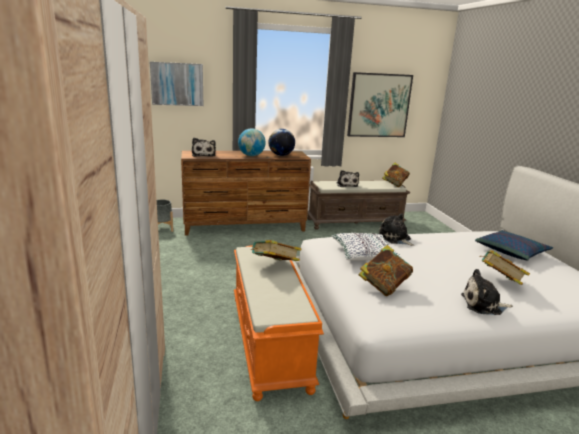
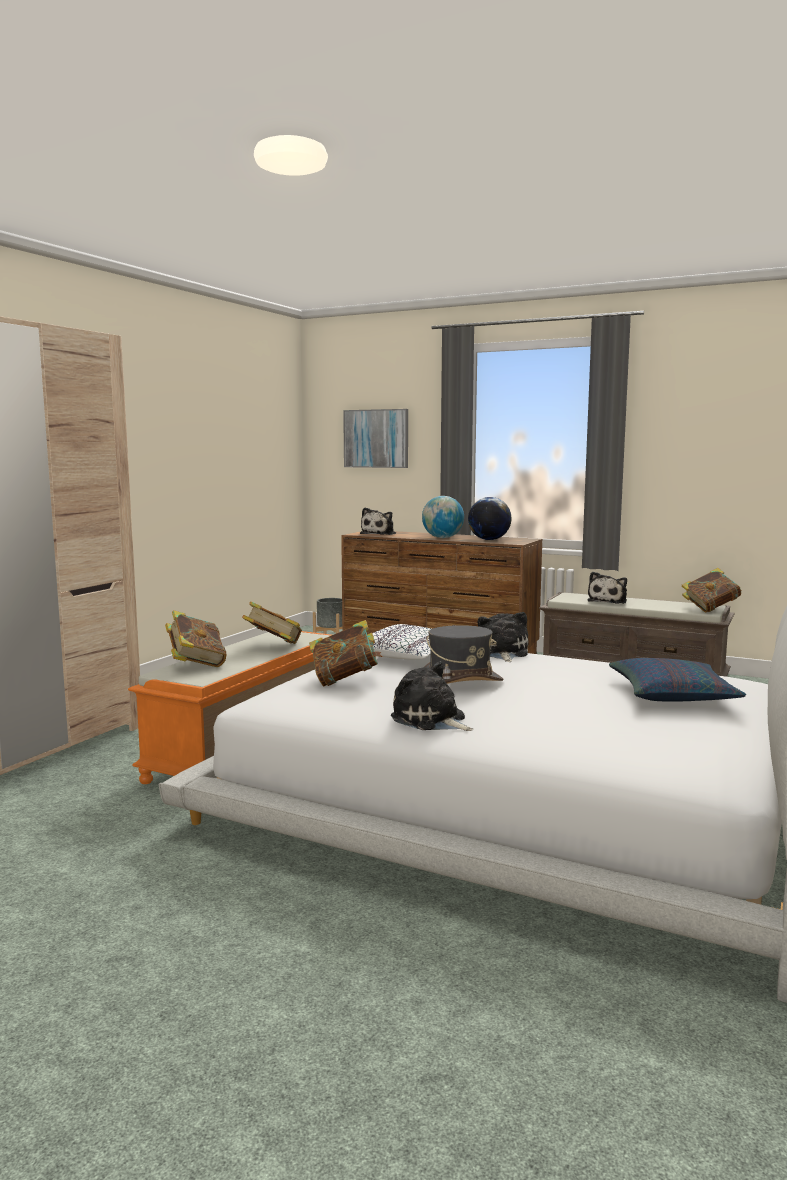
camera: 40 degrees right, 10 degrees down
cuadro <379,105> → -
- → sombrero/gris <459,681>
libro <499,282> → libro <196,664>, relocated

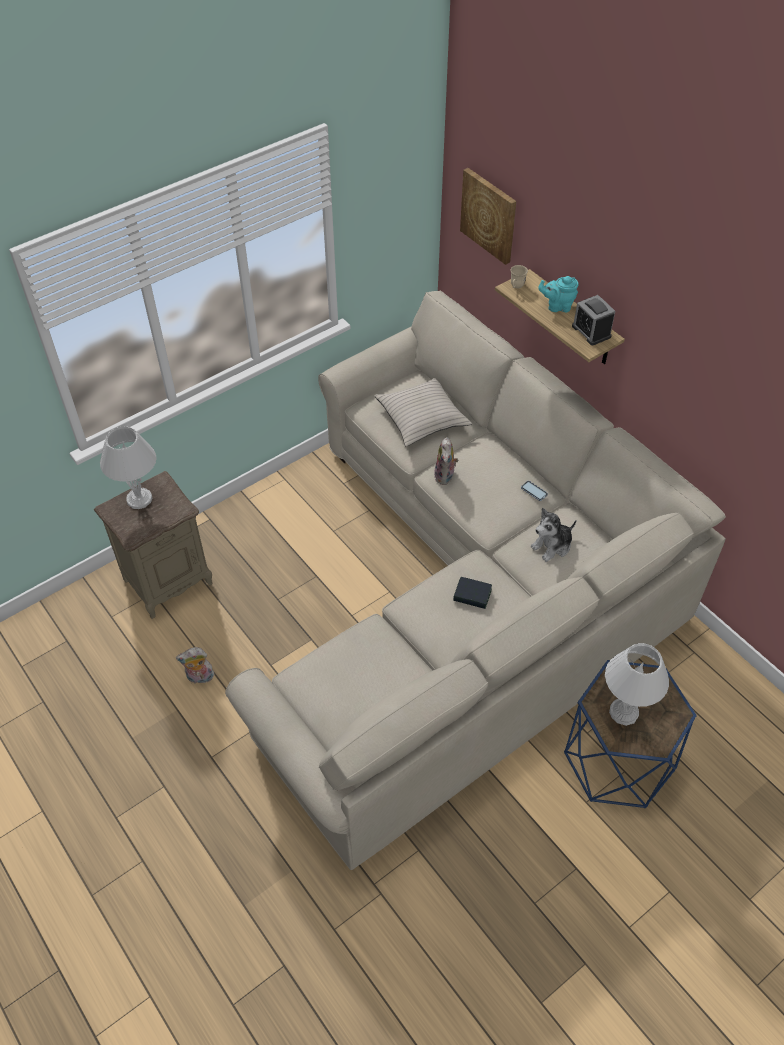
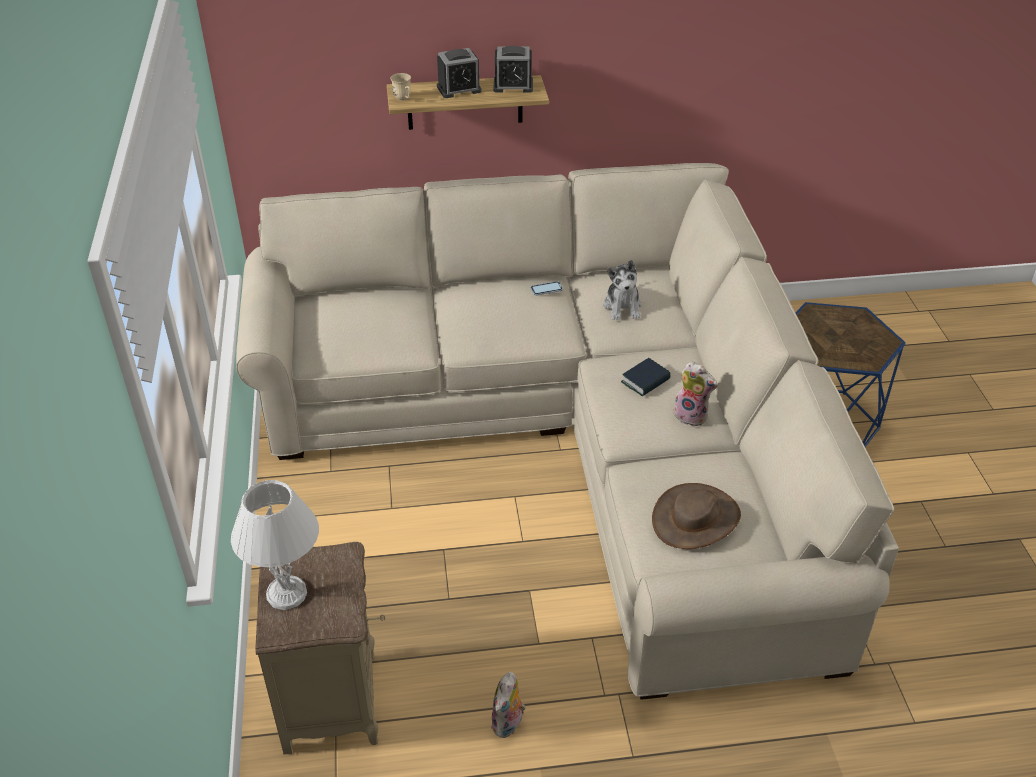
camera: 60 degrees left, 10 degrees down
cojín/beis <422,417> → -
cuadro <489,215> → -
lámpara de mesa/blanco <624,711> → -
- → sombrero/marrón <696,519>
peluche <445,476> → peluche <692,415>, relocated
tetera/turquesa <557,306> → despertador <459,89>

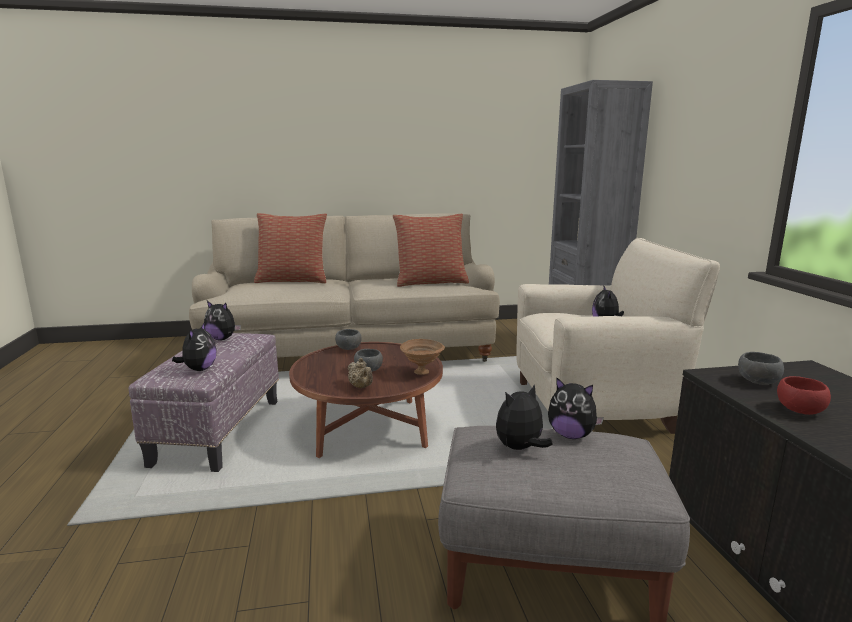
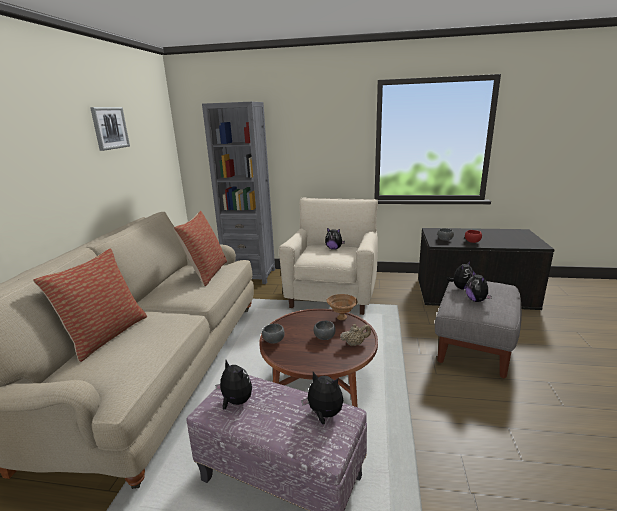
camera: 70 degrees left, 5 degrees up
- → cuadro <110,128>
peluche <222,339> → peluche <235,402>, 90 degrees counterclockwise

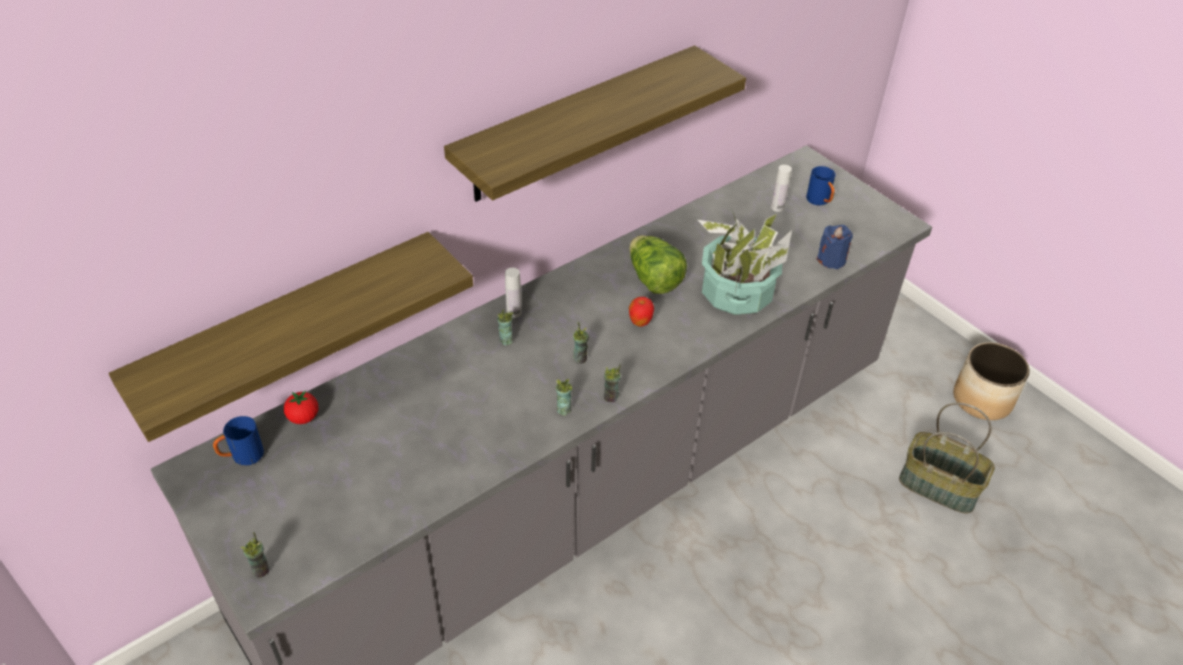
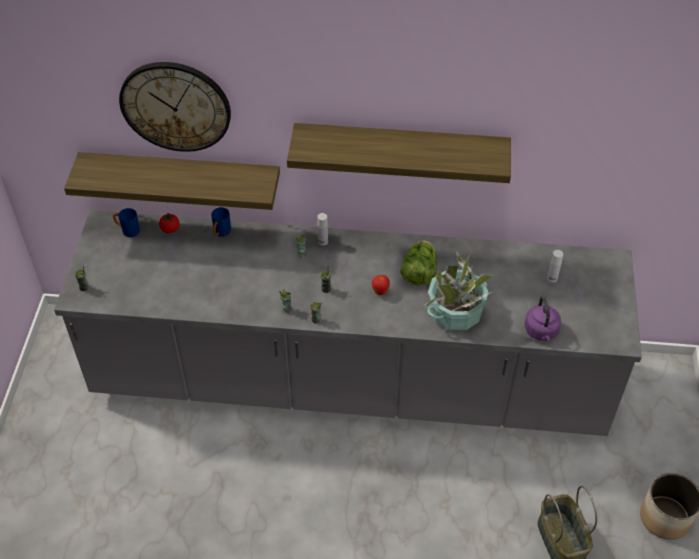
camera: 45 degrees right, 5 degrees up
- → reloj de pared <175,106>
taza grande/azul <820,201> → taza grande/azul <221,233>, relocated
vela/azul <831,259> → hervidor/morado <541,332>

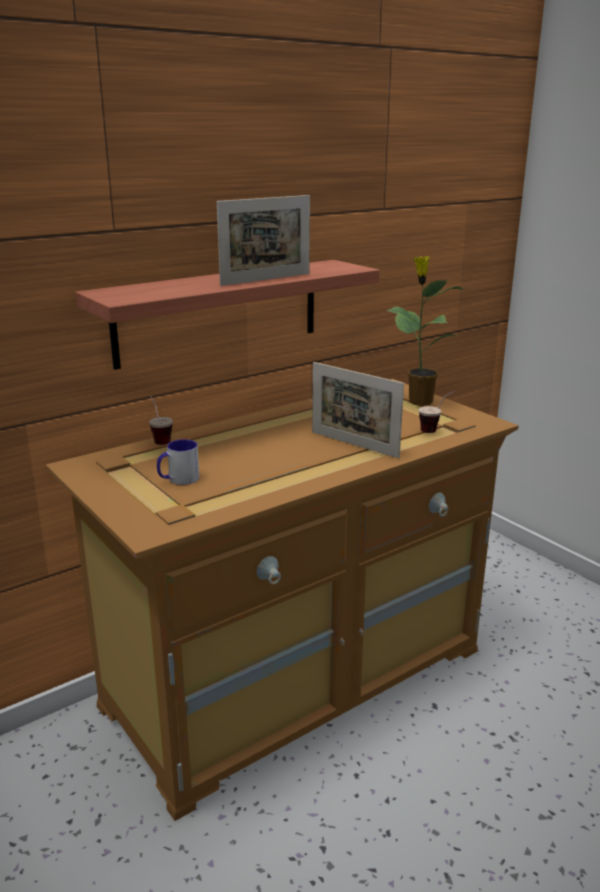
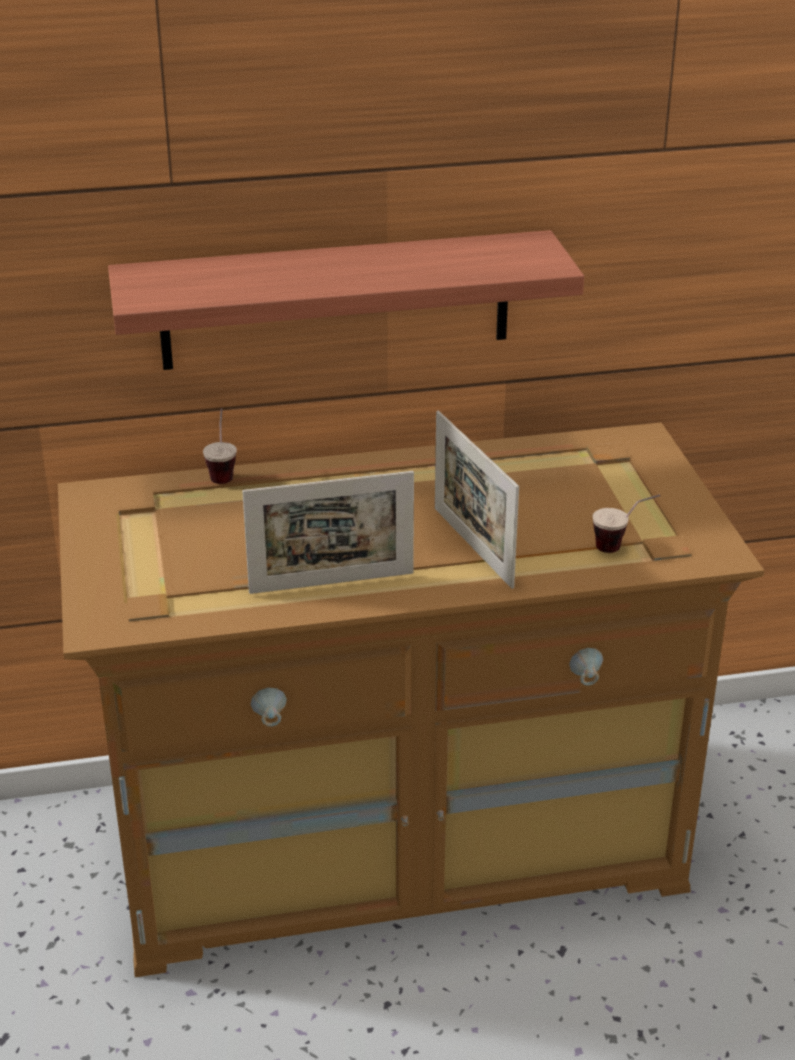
camera: 25 degrees right, 10 degrees up
taza grande <178,479> → -
planta en maceta <418,401> → -
portarretratos <266,279> → portarretratos <331,583>, relocated

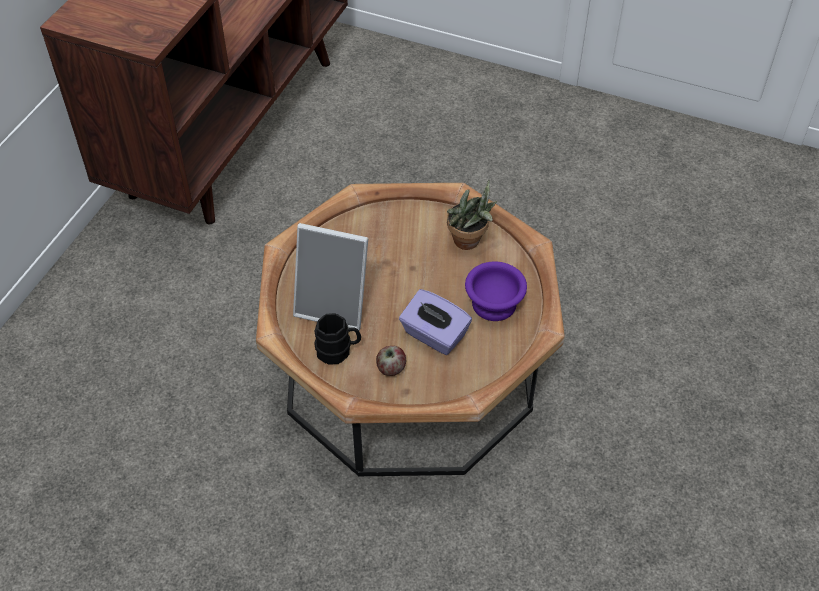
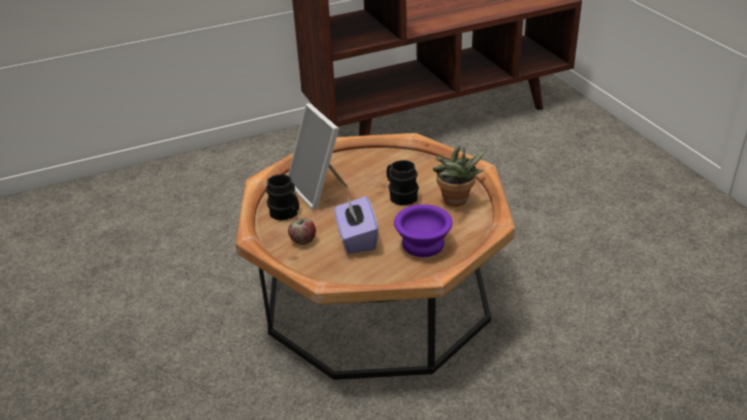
camera: 45 degrees right, 15 degrees down
- → taza grande/negro <400,195>

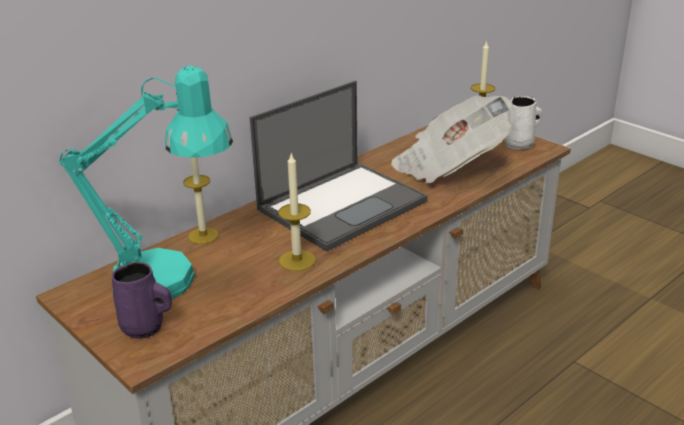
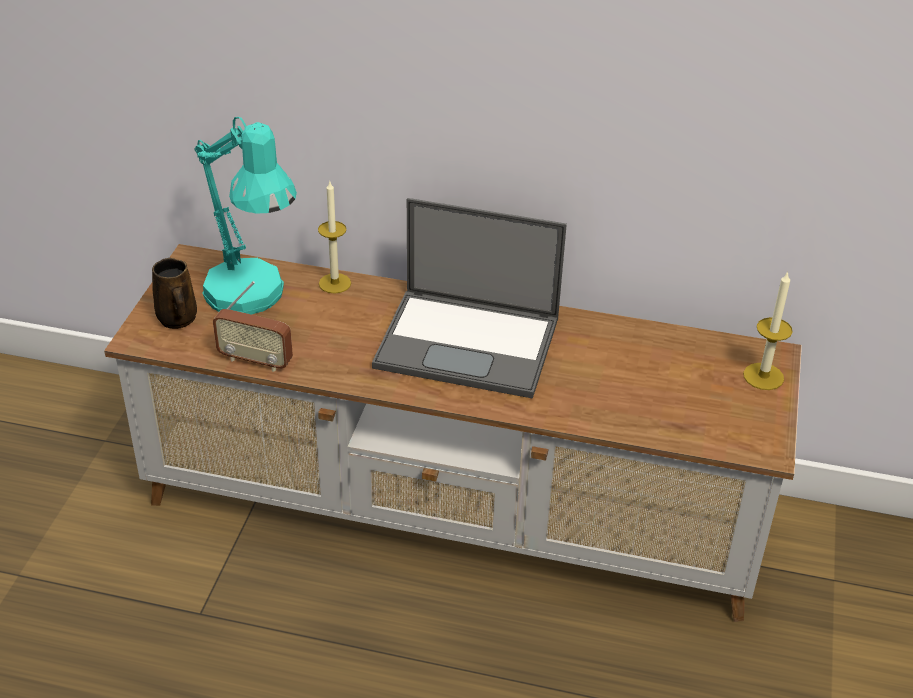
camera: 55 degrees right, 10 degrees up
vela <297,260> → -
periódico <449,166> → -
taza grande/blanco <520,144> → -
- → radio <255,360>
taza grande/morado <145,328> → taza grande/marrón <177,320>

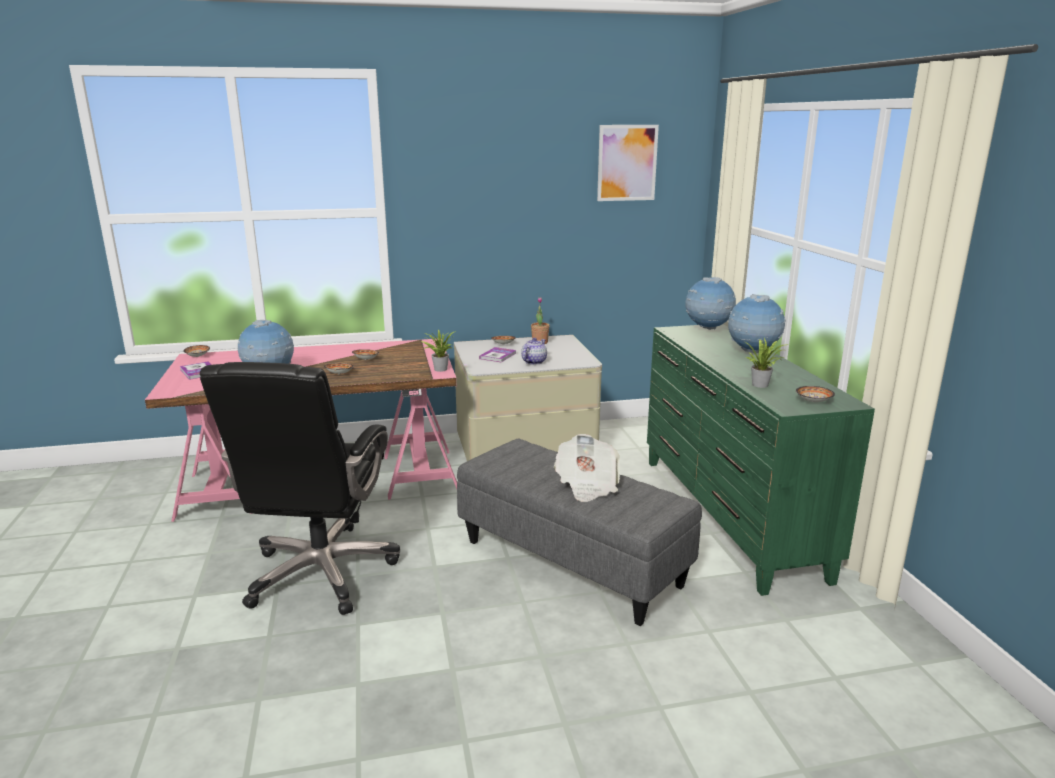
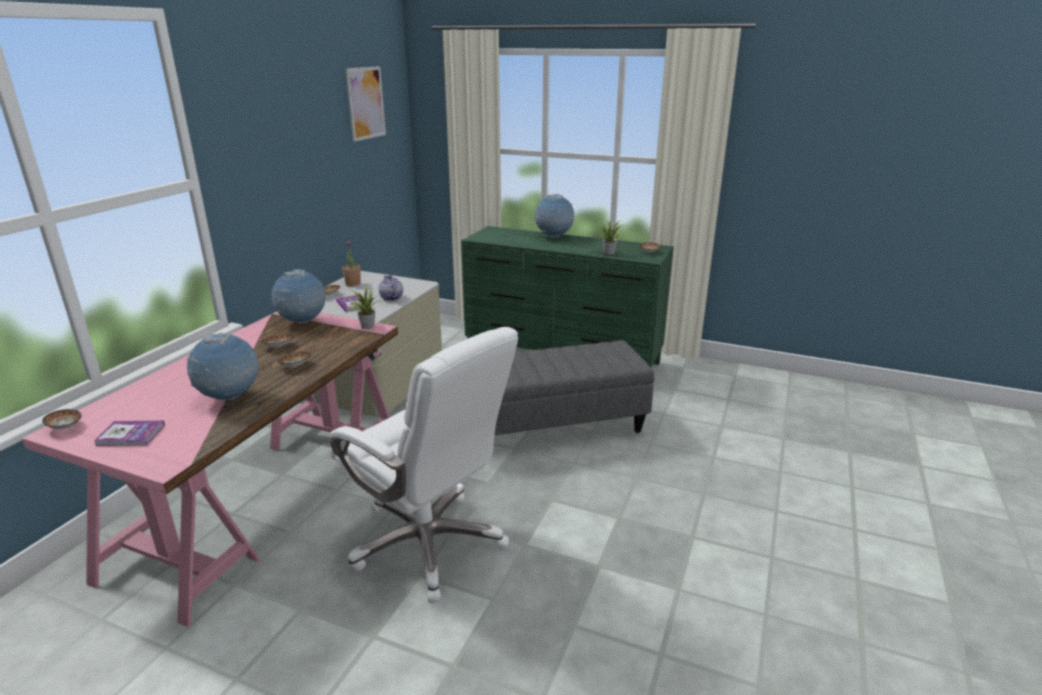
camera: 55 degrees left, 5 degrees up
periódico <587,485> → -
globo terráqueo <708,329> → globo terráqueo <303,323>, relocated
silla de oficina/negro <321,572> → silla de oficina/blanco <428,543>

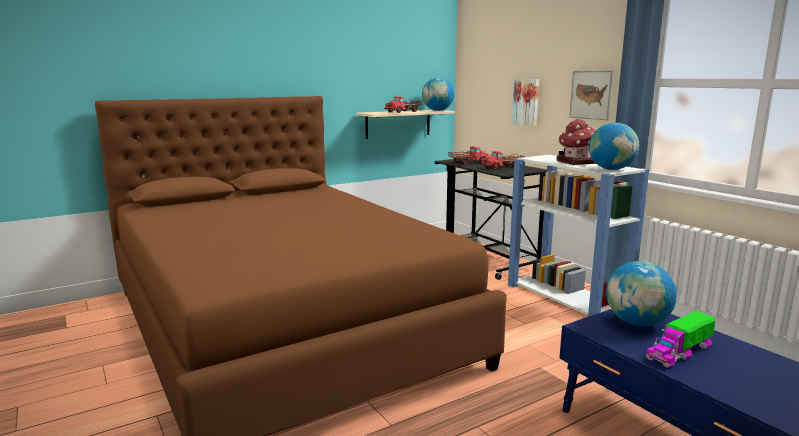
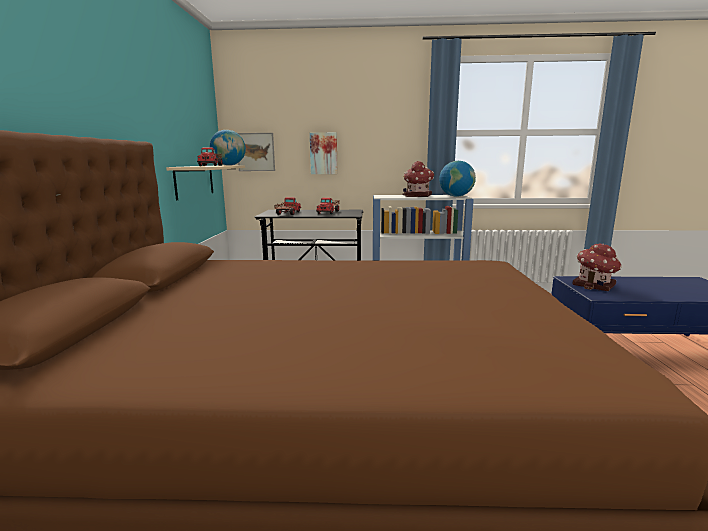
camera: 55 degrees left, 0 degrees up
camión de juguete <680,352> → -
cuadro <591,95> → cuadro <256,152>, relocated
globo terráqueo <637,323> → casita <594,285>

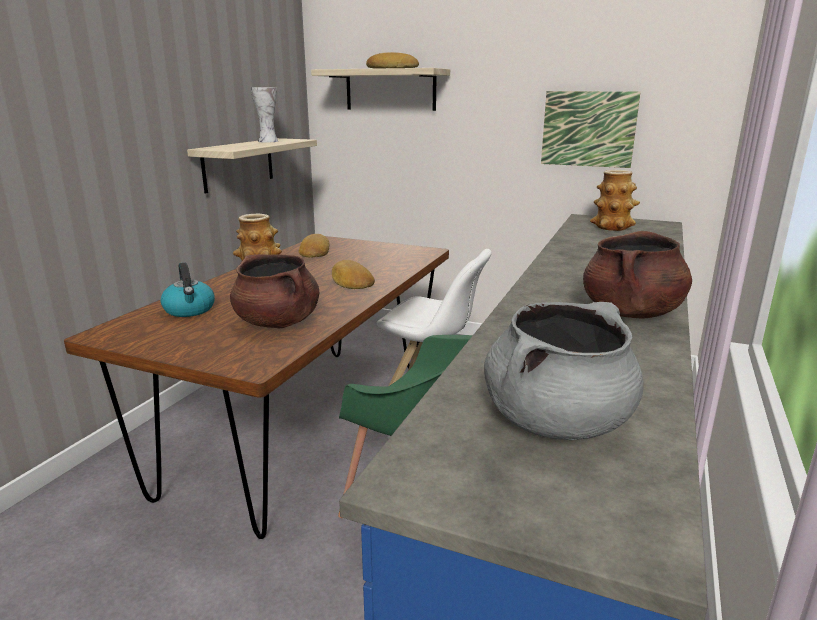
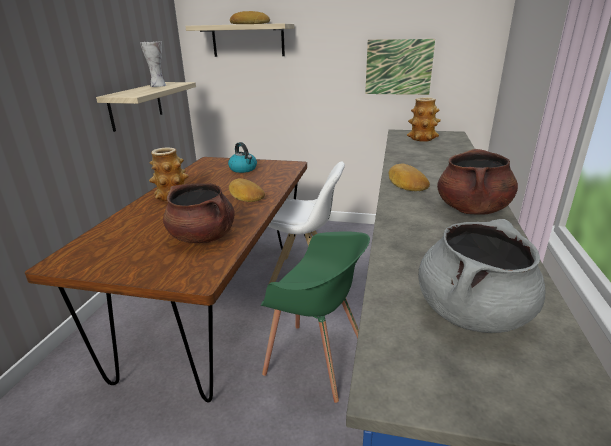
camera: 10 degrees left, 5 degrees up
hervidor <190,310> → hervidor <243,169>, relocated
pan <314,252> → pan <406,183>, relocated

